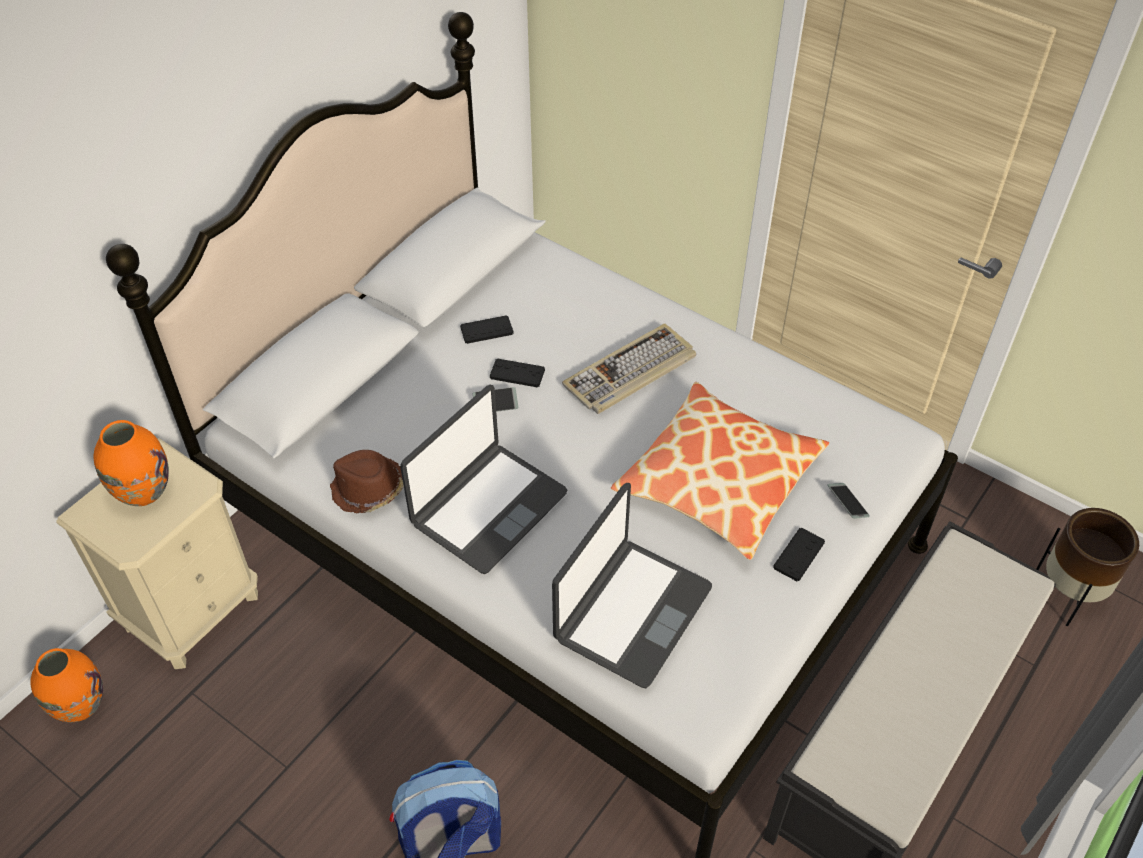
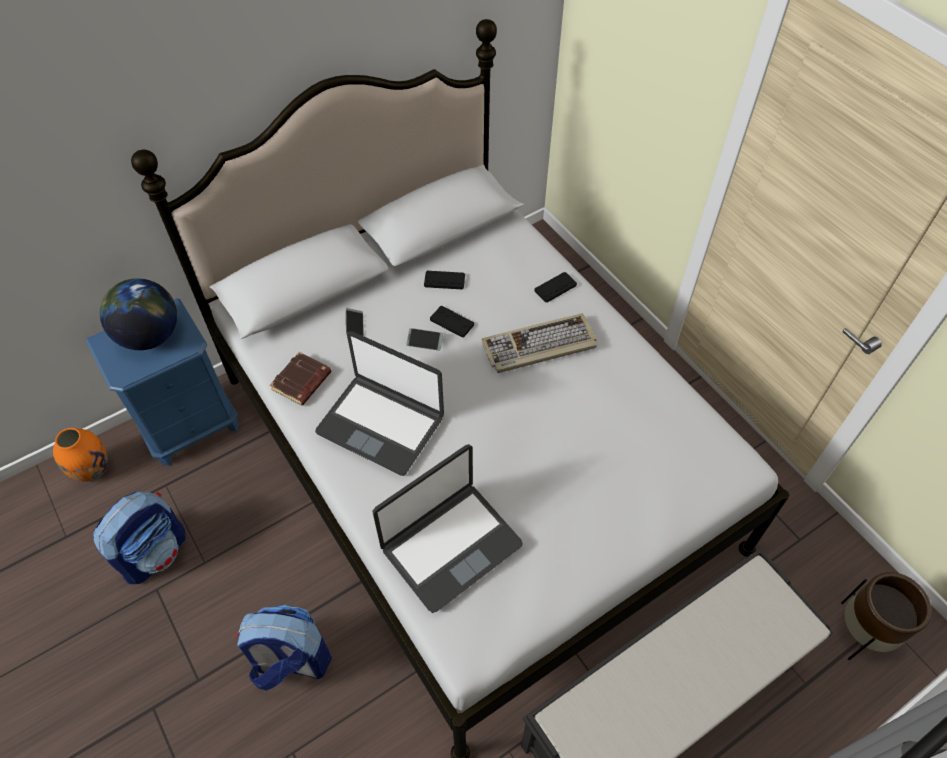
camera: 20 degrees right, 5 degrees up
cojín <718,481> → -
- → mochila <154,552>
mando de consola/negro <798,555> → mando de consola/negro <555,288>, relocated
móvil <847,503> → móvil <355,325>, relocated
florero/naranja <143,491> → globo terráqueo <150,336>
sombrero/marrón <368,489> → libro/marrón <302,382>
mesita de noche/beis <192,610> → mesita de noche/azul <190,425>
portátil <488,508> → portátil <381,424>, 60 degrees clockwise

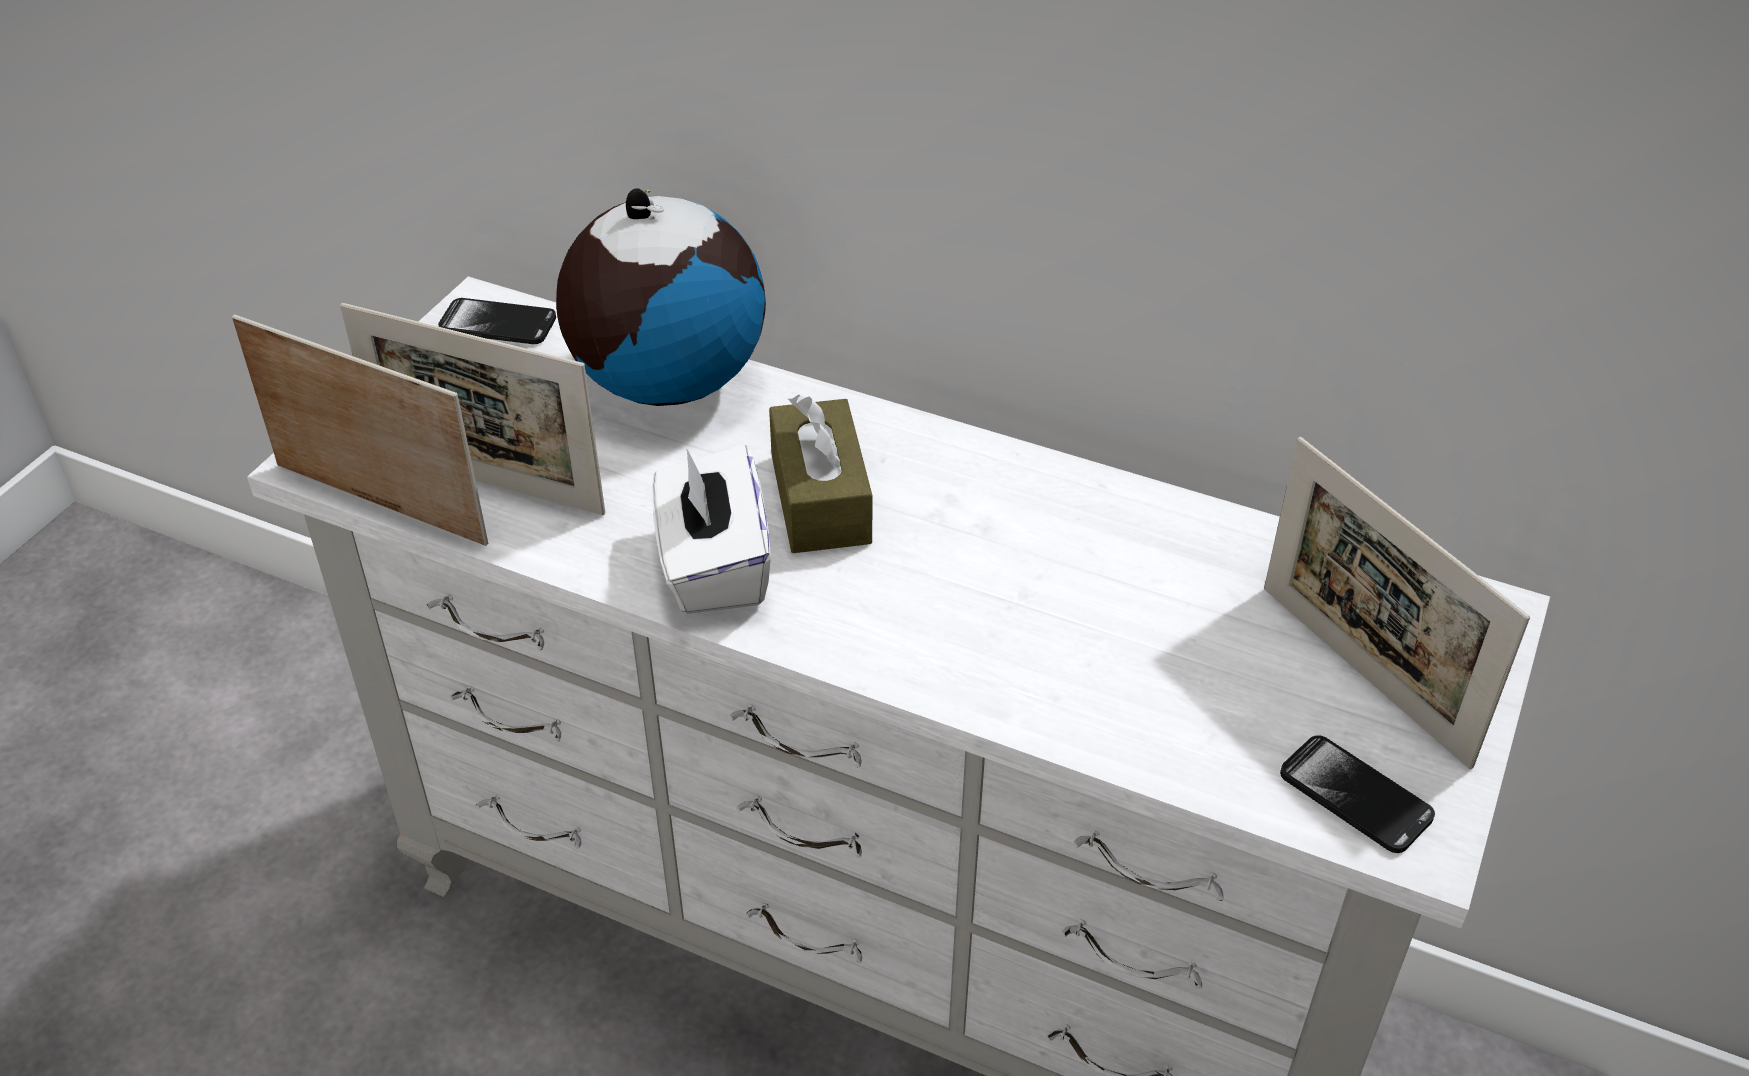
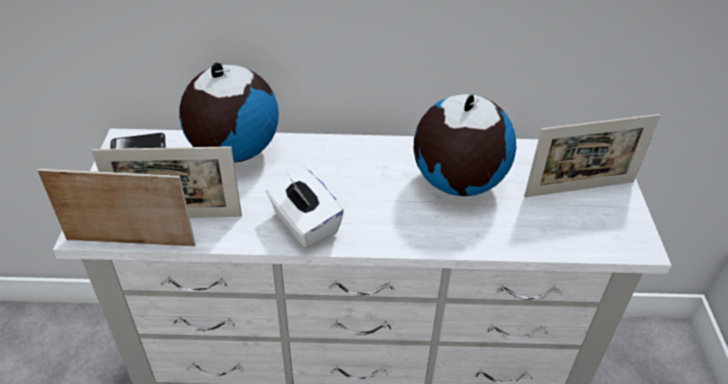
camera: 25 degrees left, 0 degrees up
caja de pañuelos/marrón <820,499> → -
móvil <1355,796> → -
- → globo terráqueo <457,182>
portarretratos <1363,674> → portarretratos <579,189>, 45 degrees counterclockwise

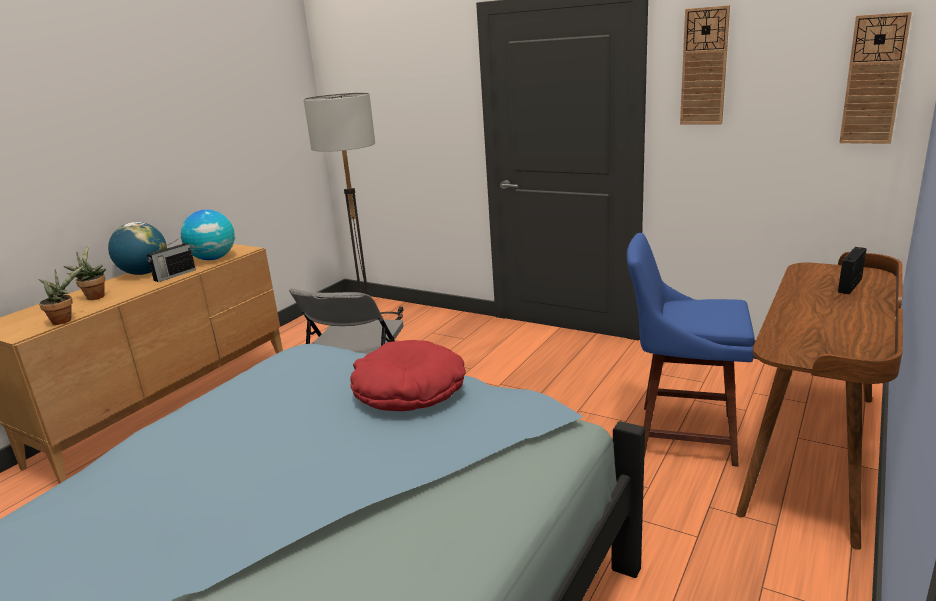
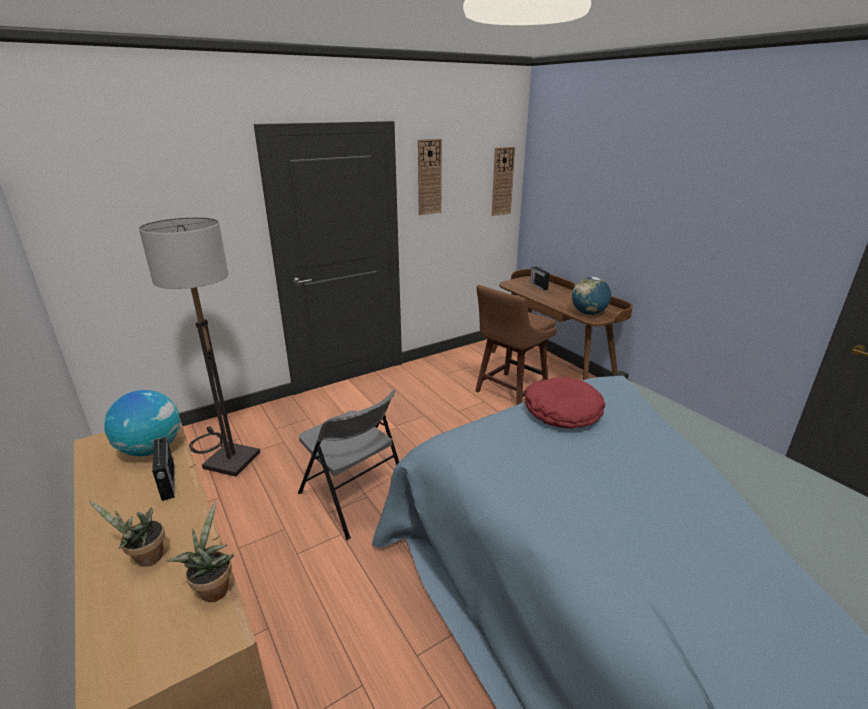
camera: 65 degrees left, 5 degrees up
globo terráqueo <144,273> → globo terráqueo <588,313>, relocated
taburete/azul <681,433> → taburete/marrón <509,392>

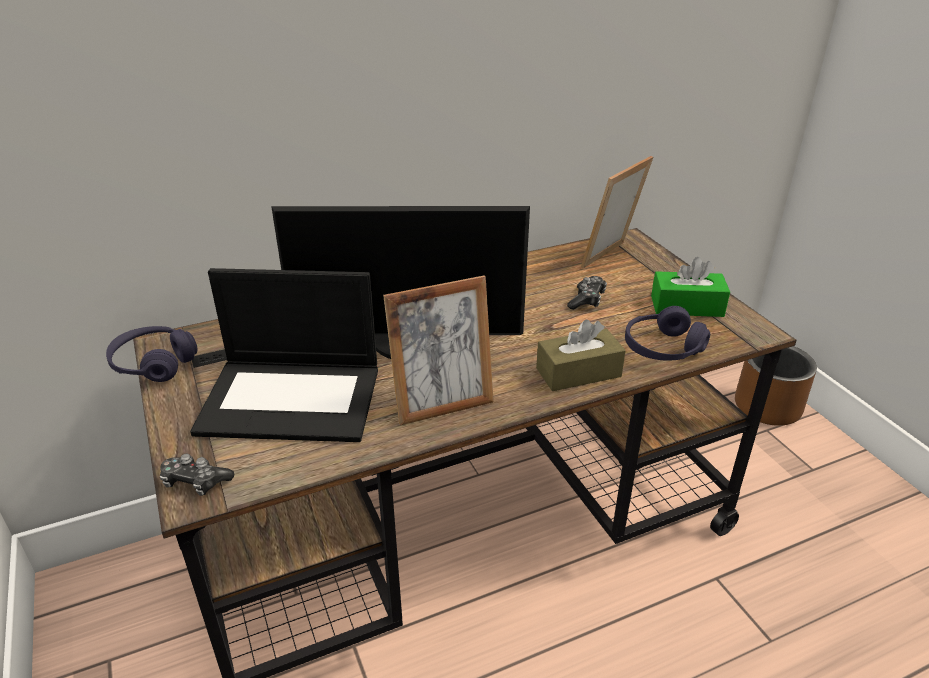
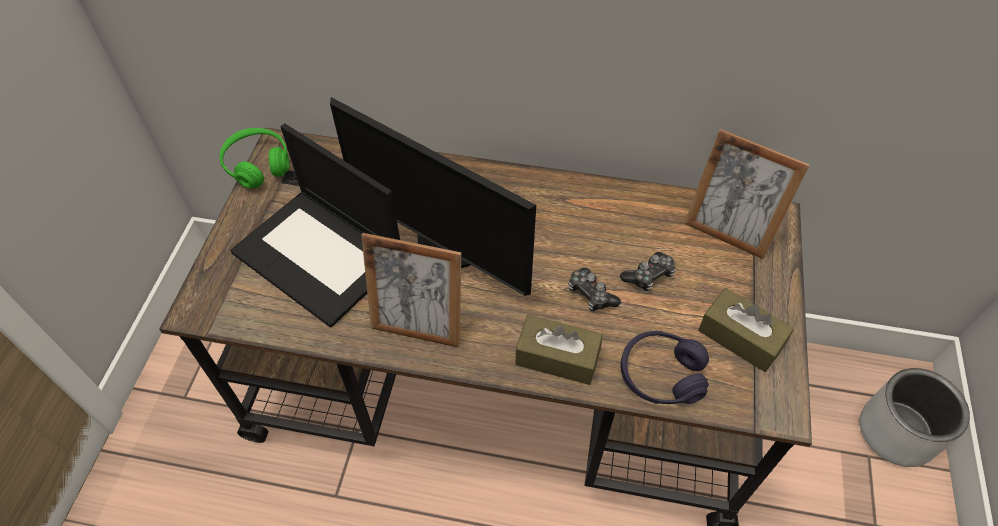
camera: 35 degrees right, 20 degrees up
mando de consola <195,482> → mando de consola <591,294>, relocated
auriculares/morado <154,364> → auriculares/verde <258,165>
caja de pañuelos/verde <687,306> → caja de pañuelos/marrón <740,337>
maceta/marrón <768,407> → maceta/gris <897,432>
portarretratos <610,258> → portarretratos <727,232>, 135 degrees counterclockwise

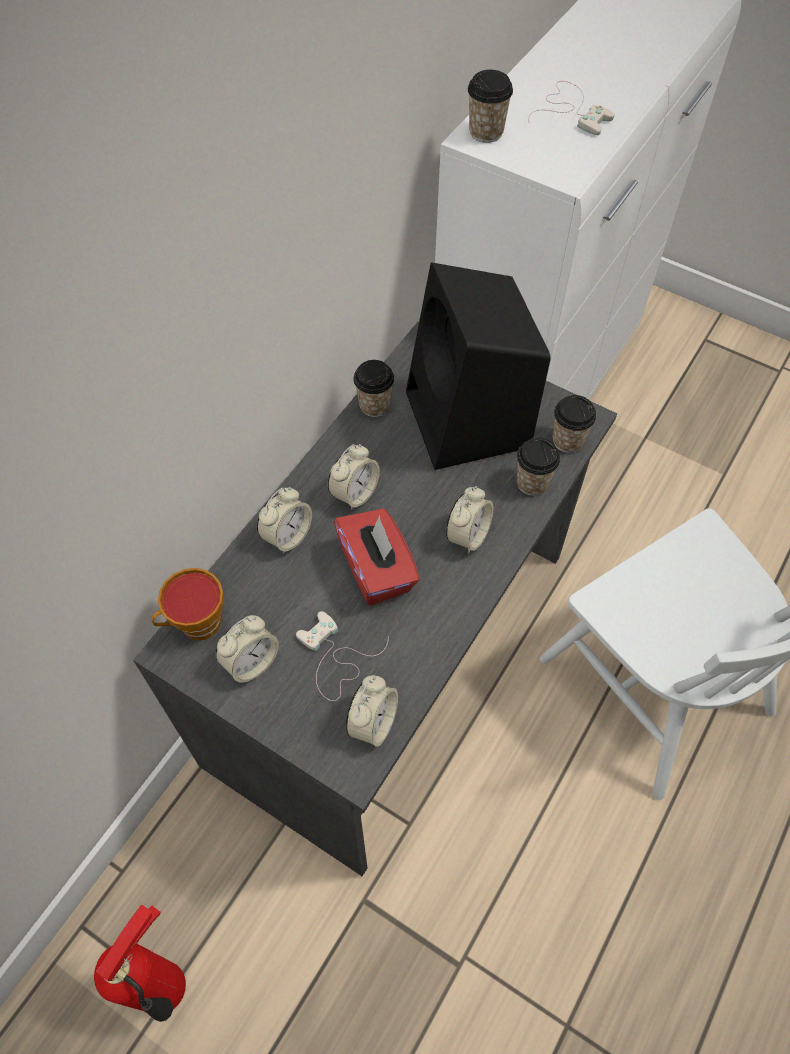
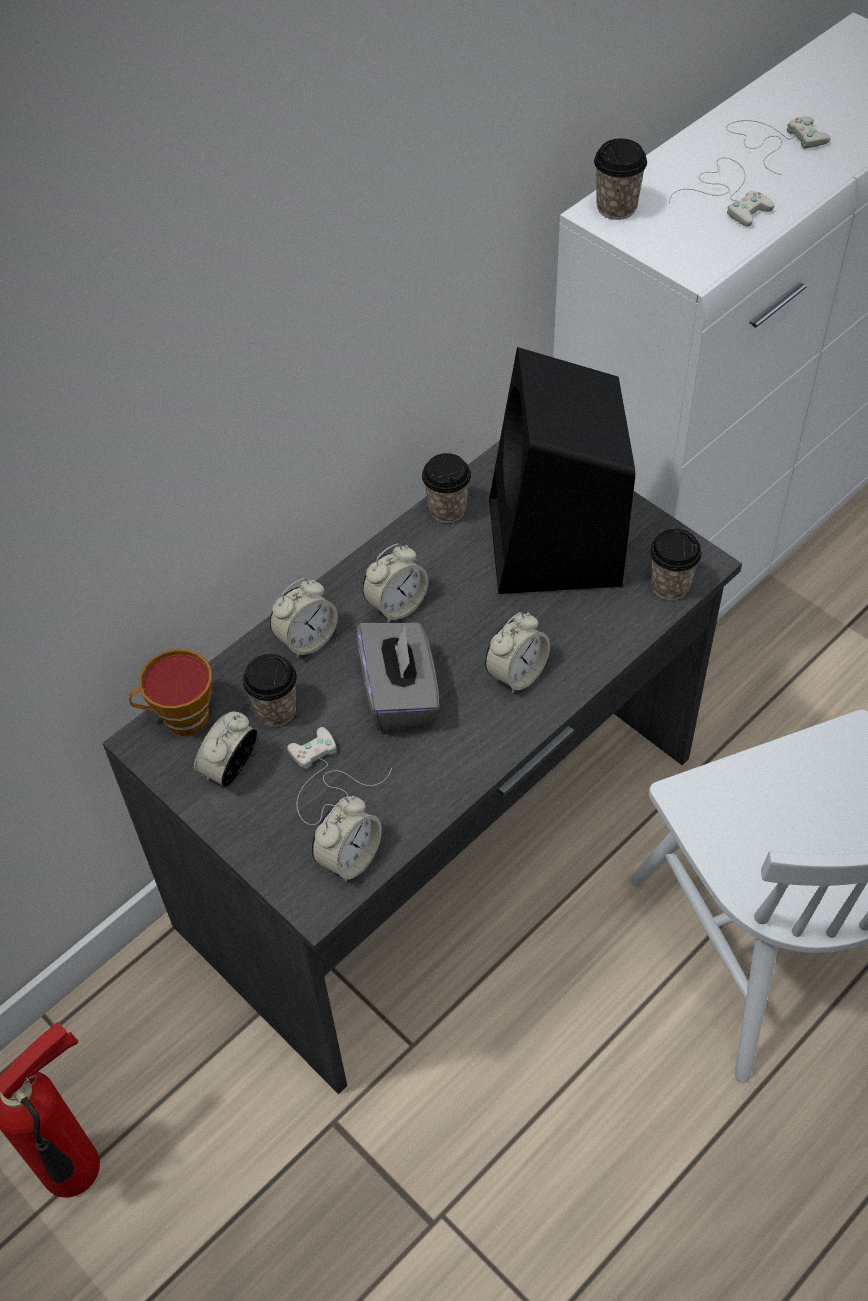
camera: 15 degrees right, 5 degrees down
- → mando de consola/blanco <774,142>
taza <532,482> → taza <276,710>, relocated
caja de pañuelos/rojo <377,570> → caja de pañuelos/gris <400,694>
despertador <251,662> → despertador <230,768>, 150 degrees clockwise

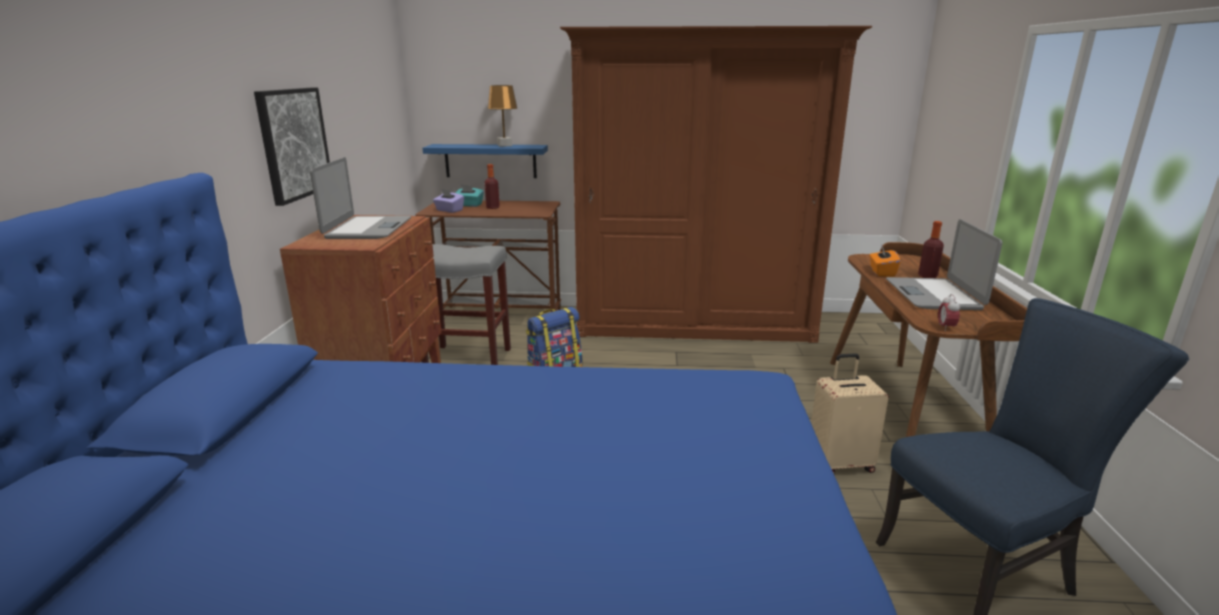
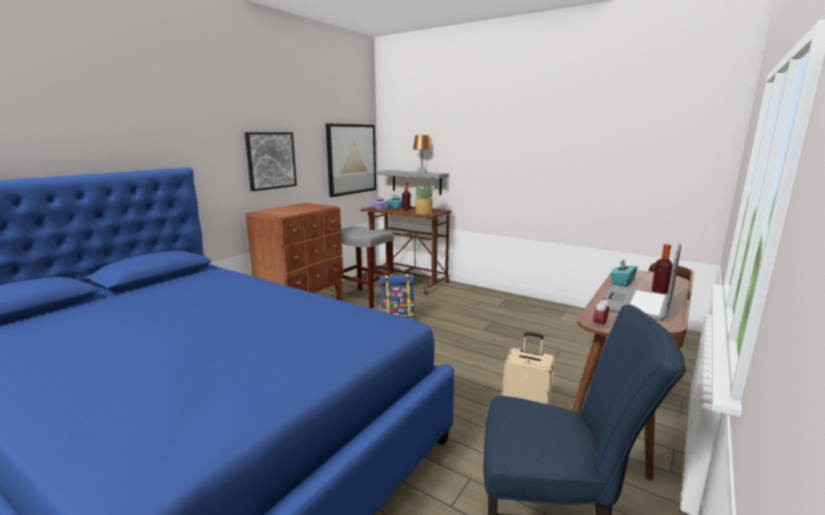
camera: 30 degrees right, 5 degrees down
portátil <367,229> → -
armario ropero/marrón <695,326> → -
- → cuadro <351,159>
- → planta en maceta <424,213>
estante/azul <490,161> → estante/gris <416,181>
caja de pañuelos/naranja <882,272> → caja de pañuelos/turquesa <622,282>

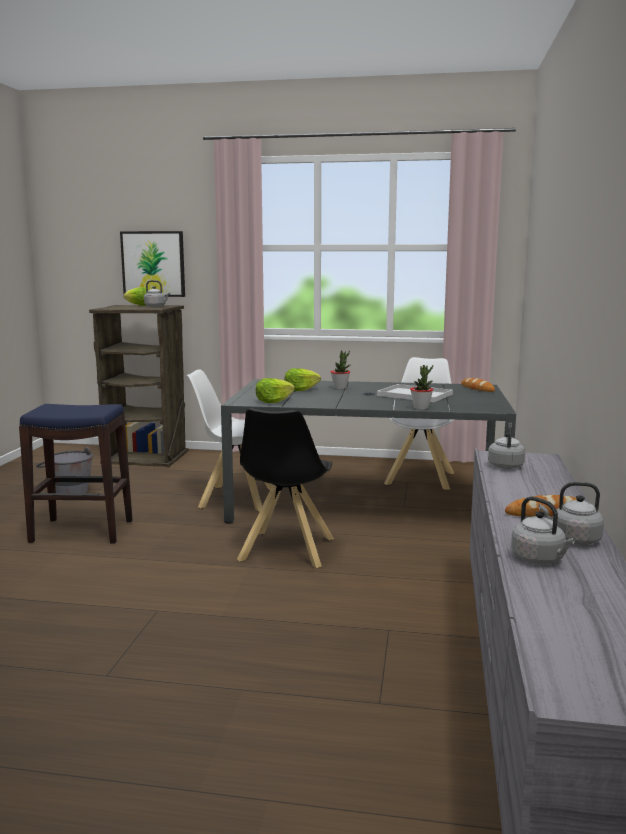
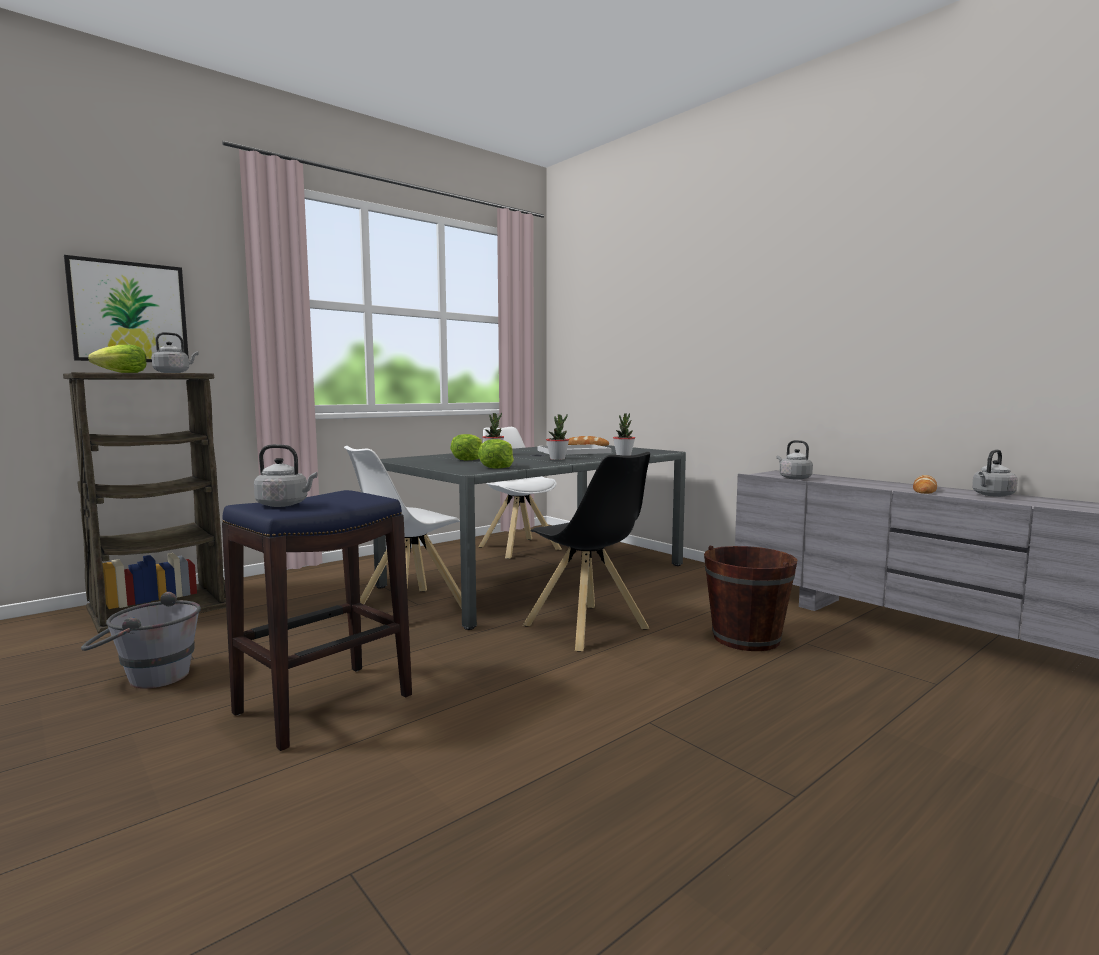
camera: 50 degrees left, 5 degrees down
- → planta en maceta <557,459>
- → cubo/marrón <746,638>
hervidor/gris <539,559> → hervidor/gris <285,505>, relocated

